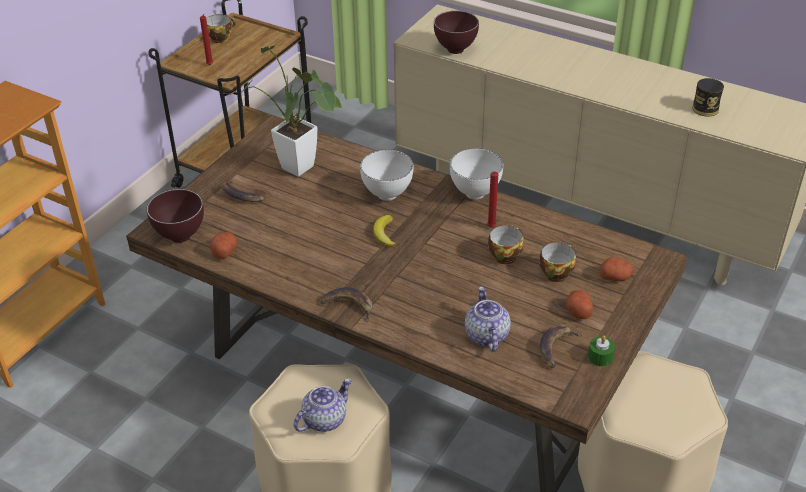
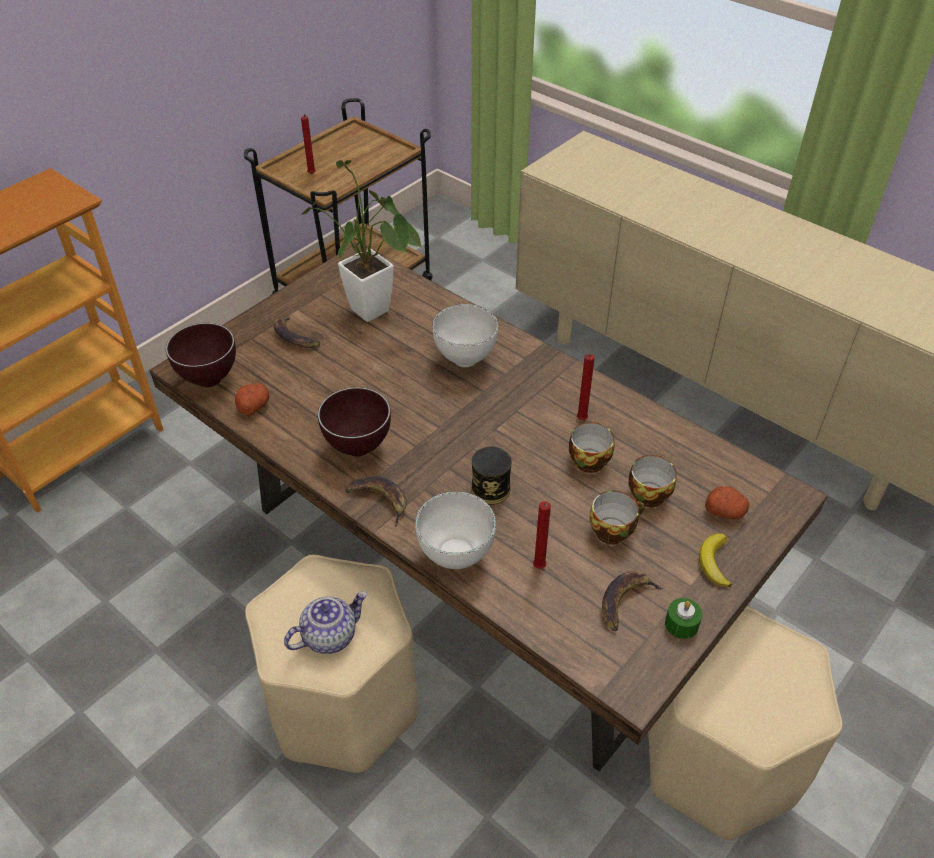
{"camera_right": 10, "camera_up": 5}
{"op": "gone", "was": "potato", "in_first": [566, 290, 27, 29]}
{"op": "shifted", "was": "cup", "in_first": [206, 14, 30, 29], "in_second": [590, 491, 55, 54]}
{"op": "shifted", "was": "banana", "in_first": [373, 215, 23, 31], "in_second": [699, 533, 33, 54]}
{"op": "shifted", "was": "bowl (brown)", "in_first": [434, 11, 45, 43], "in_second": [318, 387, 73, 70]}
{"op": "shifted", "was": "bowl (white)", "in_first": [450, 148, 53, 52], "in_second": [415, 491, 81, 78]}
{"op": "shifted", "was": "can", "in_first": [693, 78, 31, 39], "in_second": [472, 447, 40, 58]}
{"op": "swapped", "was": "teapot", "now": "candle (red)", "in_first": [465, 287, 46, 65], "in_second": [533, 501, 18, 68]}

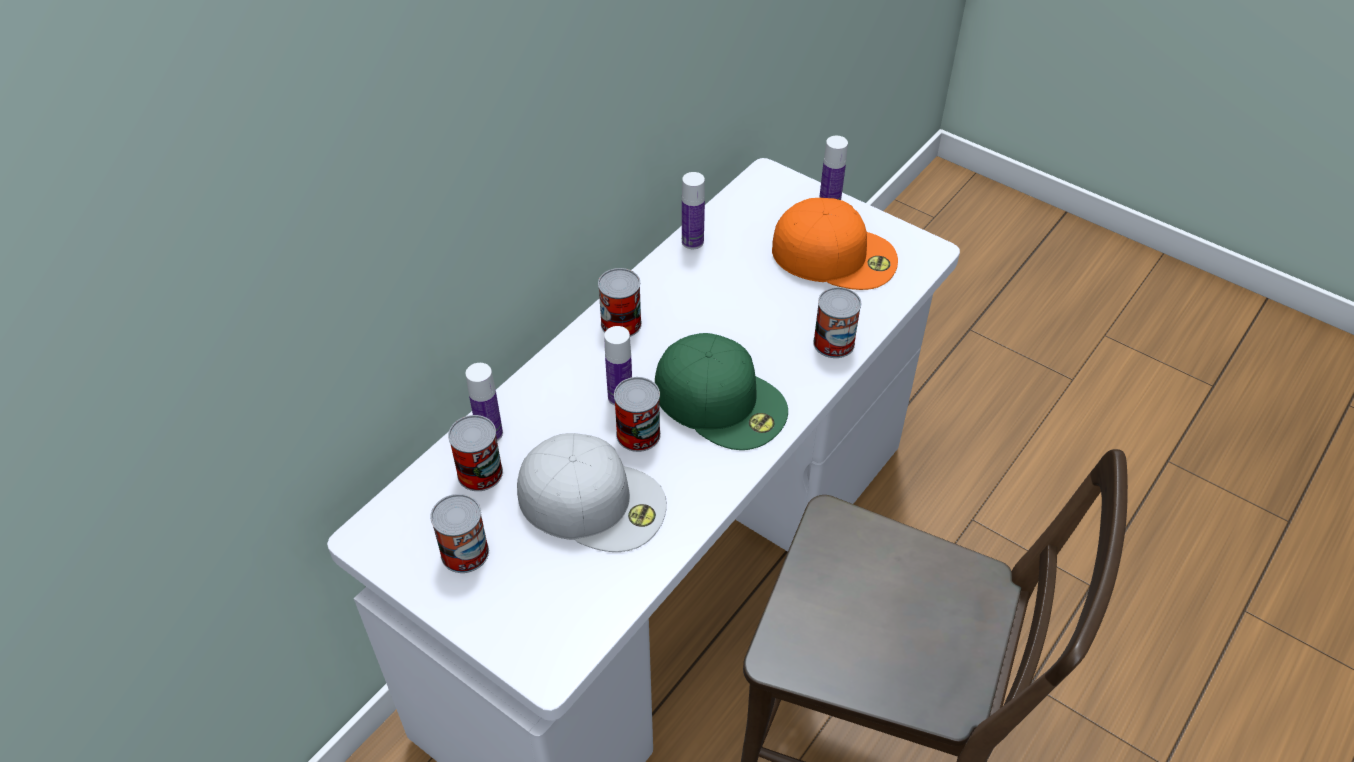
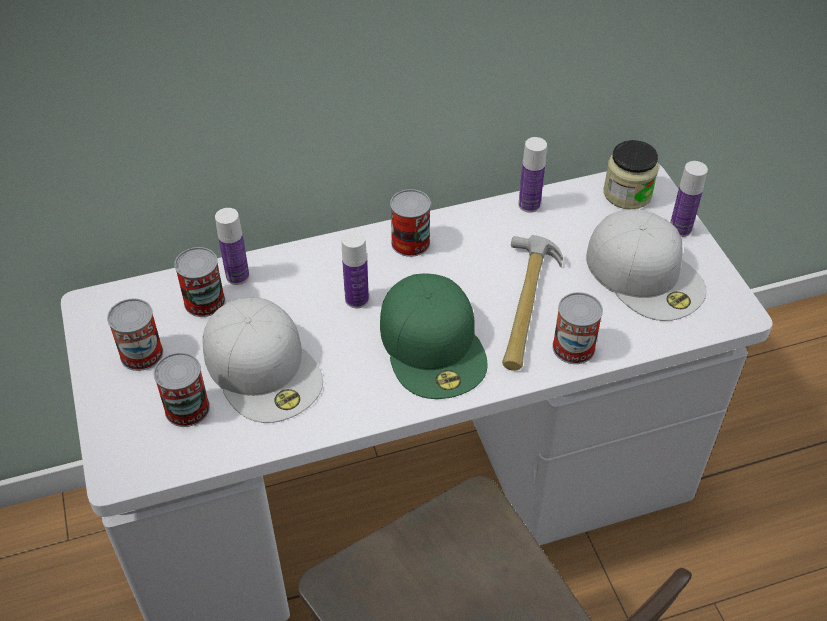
{"camera_right": 35, "camera_up": 0}
{"op": "new", "now": "hammer", "in_second": [502, 235, 61, 136]}
{"op": "new", "now": "jar", "in_second": [604, 140, 55, 69]}
{"op": "shifted", "was": "can", "in_first": [614, 377, 47, 75], "in_second": [154, 352, 56, 75]}
{"op": "repainted", "was": "cap (orange)", "now": "cap (white)", "in_first": [772, 198, 126, 92], "in_second": [586, 209, 120, 112]}

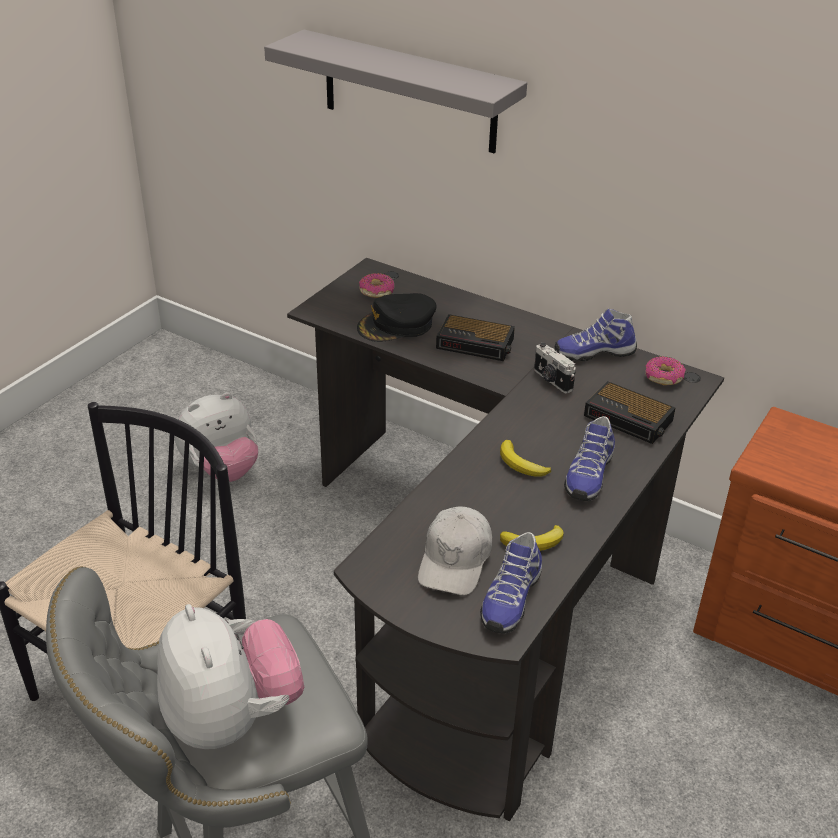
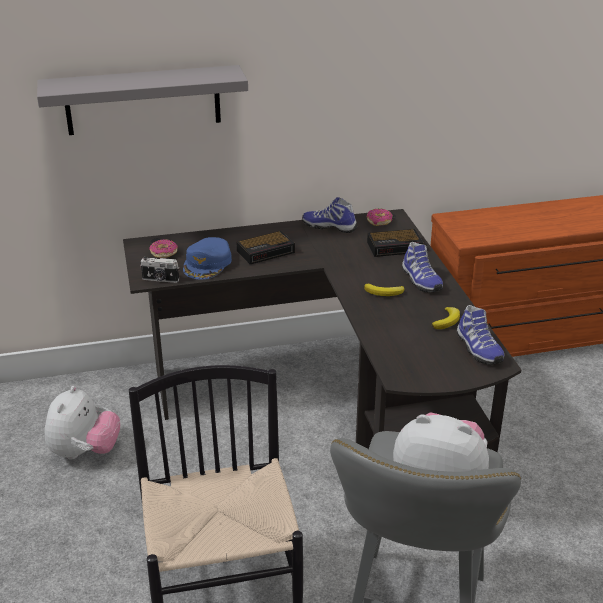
{"camera_right": -45, "camera_up": -5}
{"op": "gone", "was": "cap (white)", "in_first": [418, 506, 74, 89]}
{"op": "shifted", "was": "photo camera", "in_first": [534, 342, 42, 51], "in_second": [140, 257, 39, 26]}
{"op": "repainted", "was": "cap (black)", "now": "cap (blue)", "in_first": [357, 293, 79, 49], "in_second": [183, 237, 49, 43]}
{"op": "rotated", "was": "shoe", "in_first": [555, 309, 82, 52], "in_second": [302, 197, 55, 36], "clockwise": 75}

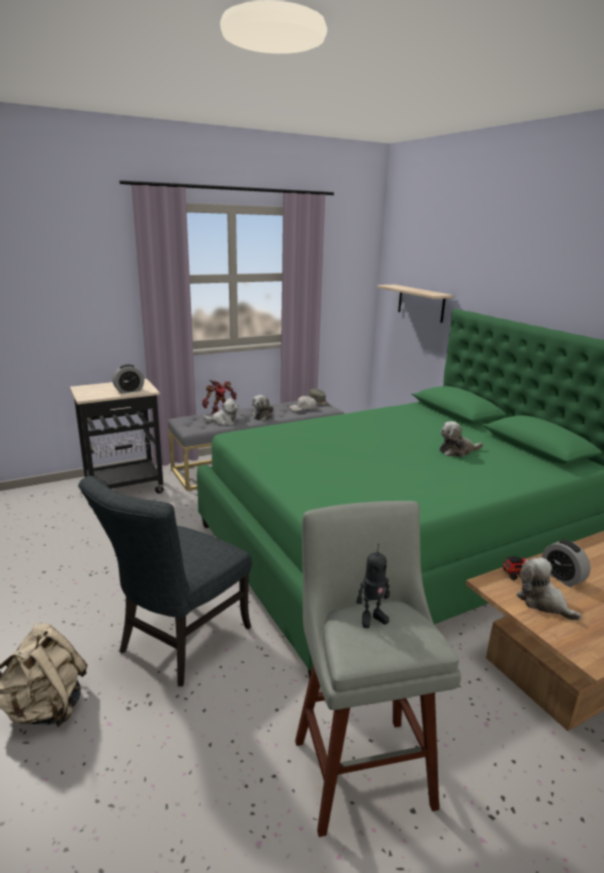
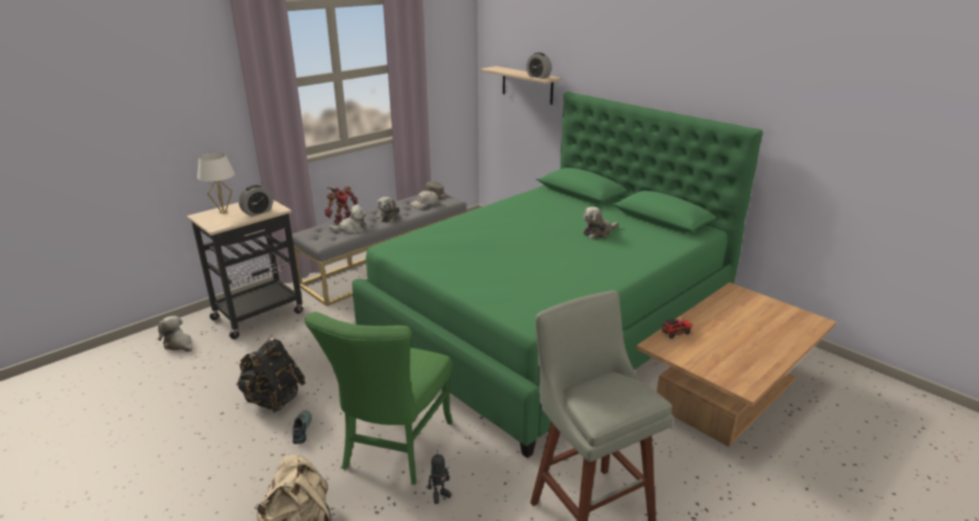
{"camera_right": -15, "camera_up": 5}
{"op": "new", "now": "table lamp (white)", "in_second": [197, 153, 38, 61]}
{"op": "new", "now": "backpack (black)", "in_second": [237, 337, 68, 76]}
{"op": "new", "now": "shoe", "in_second": [292, 410, 20, 34]}
{"op": "shifted", "was": "toy robot", "in_first": [357, 544, 33, 84], "in_second": [428, 450, 24, 54]}
{"op": "shifted", "was": "plush toy", "in_first": [516, 557, 66, 64], "in_second": [158, 316, 34, 36]}
{"op": "shifted", "was": "alarm clock", "in_first": [542, 540, 49, 47], "in_second": [526, 52, 26, 27]}
{"op": "repainted", "was": "chair (grey)", "now": "chair (green)", "in_first": [78, 476, 174, 211], "in_second": [304, 312, 149, 173]}

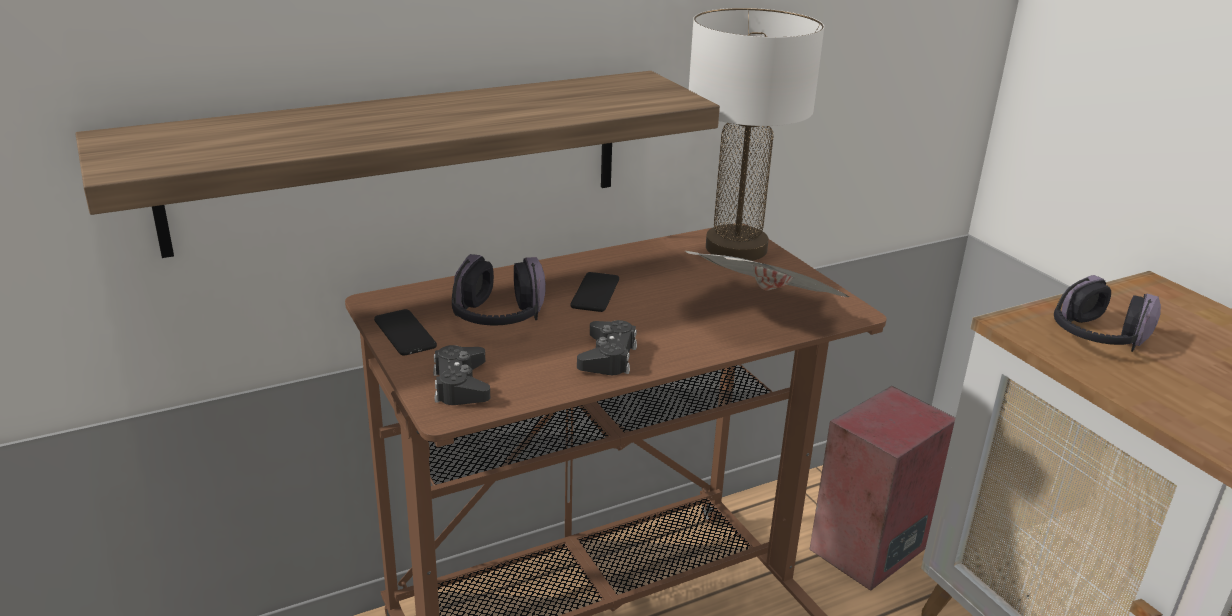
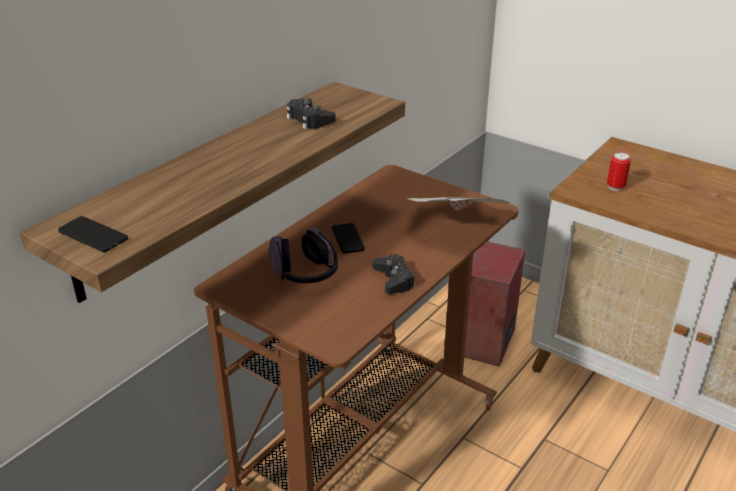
{"camera_right": -25, "camera_up": 5}
{"op": "gone", "was": "table lamp", "in_first": [689, 8, 135, 253]}
{"op": "shifted", "was": "phone", "in_first": [374, 309, 63, 47], "in_second": [58, 216, 70, 36]}
{"op": "shifted", "was": "game controller (black)", "in_first": [433, 345, 57, 60], "in_second": [287, 98, 49, 32]}
{"op": "swapped", "was": "headphones", "now": "can", "in_first": [1054, 275, 107, 77], "in_second": [607, 152, 24, 39]}

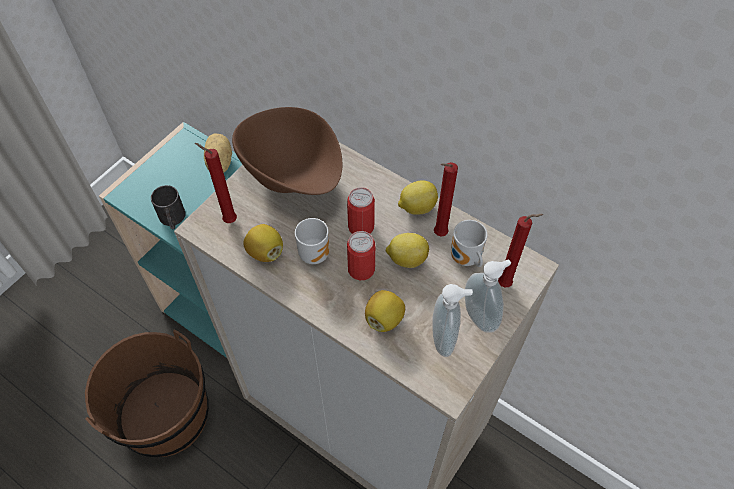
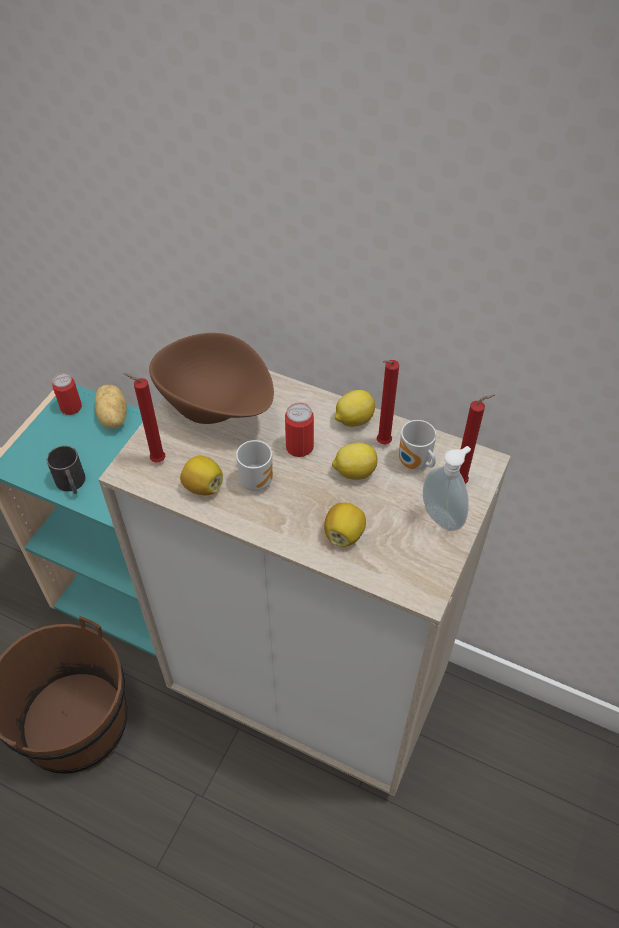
{"camera_right": -10, "camera_up": -5}
{"op": "gone", "was": "soap dispenser", "in_first": [432, 284, 41, 73]}
{"op": "shifted", "was": "can", "in_first": [347, 231, 28, 49], "in_second": [52, 373, 30, 42]}

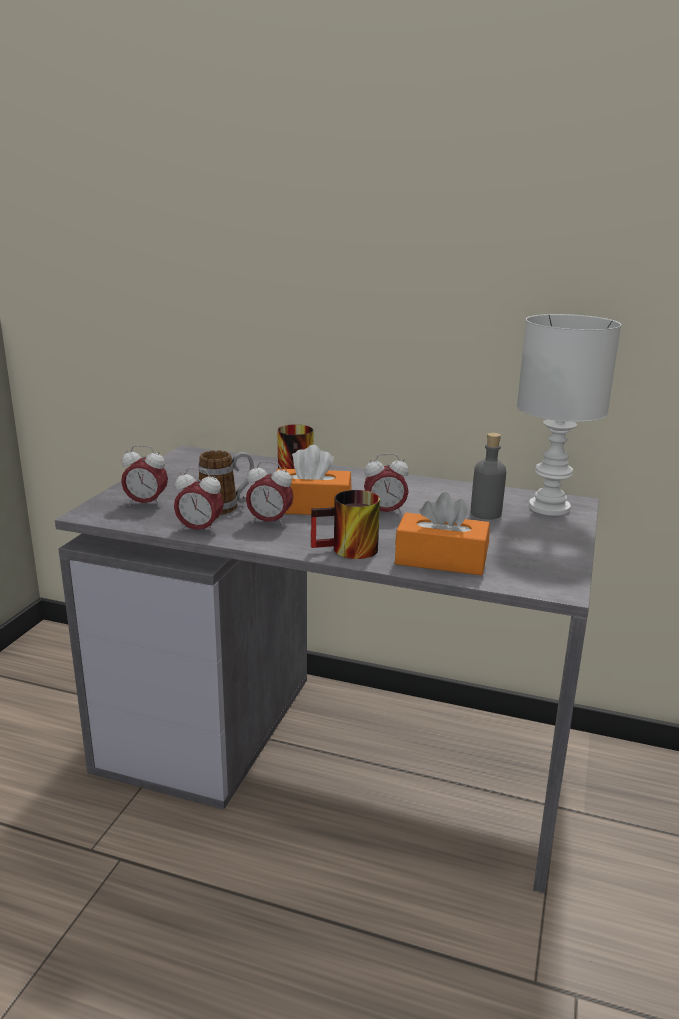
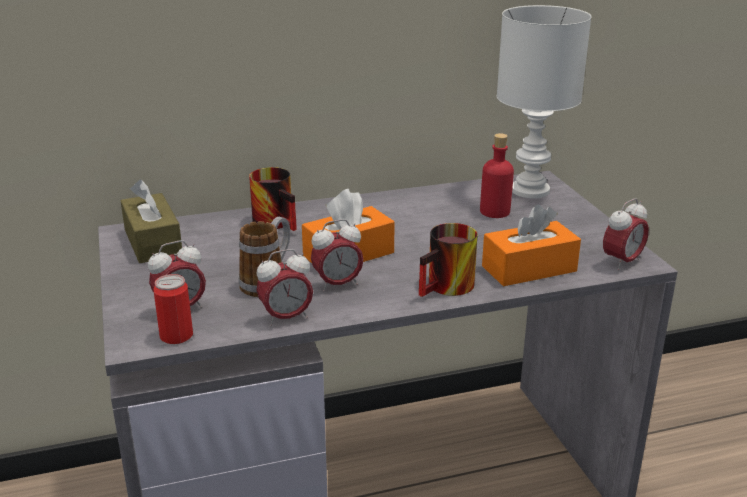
{"camera_right": -35, "camera_up": 5}
{"op": "new", "now": "tissue box (brown)", "in_second": [121, 180, 61, 83]}
{"op": "new", "now": "can", "in_second": [154, 274, 39, 70]}
{"op": "shifted", "was": "alarm clock", "in_first": [364, 454, 45, 61], "in_second": [603, 198, 46, 73]}
{"op": "repainted", "was": "bottle (grey)", "now": "bottle (red)", "in_first": [471, 433, 35, 87], "in_second": [480, 133, 34, 85]}

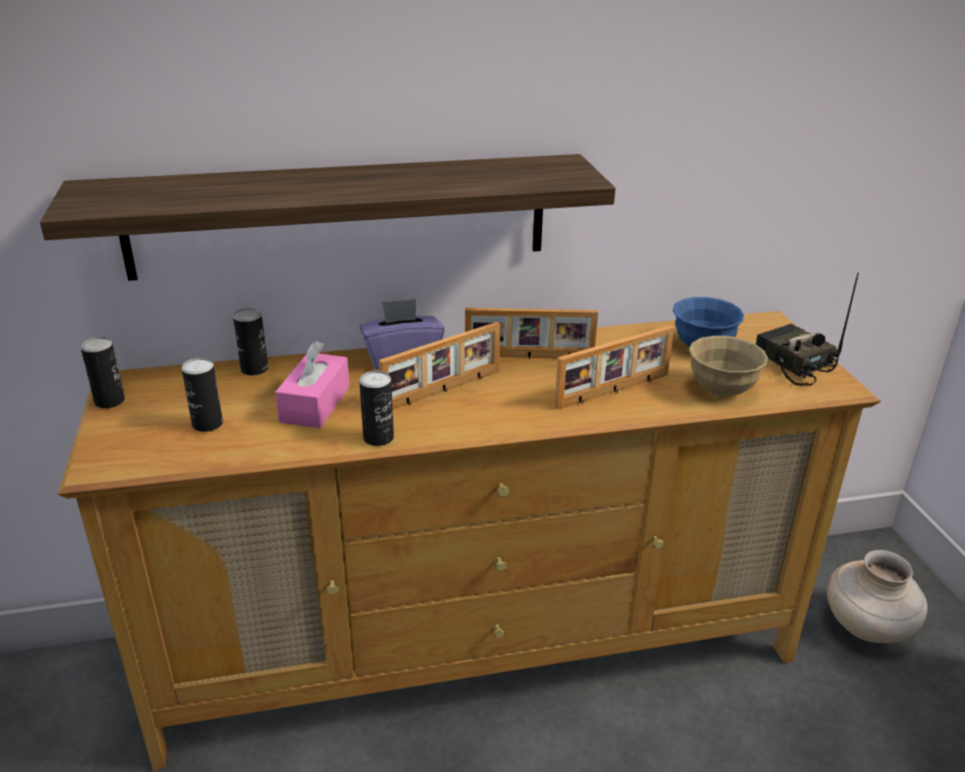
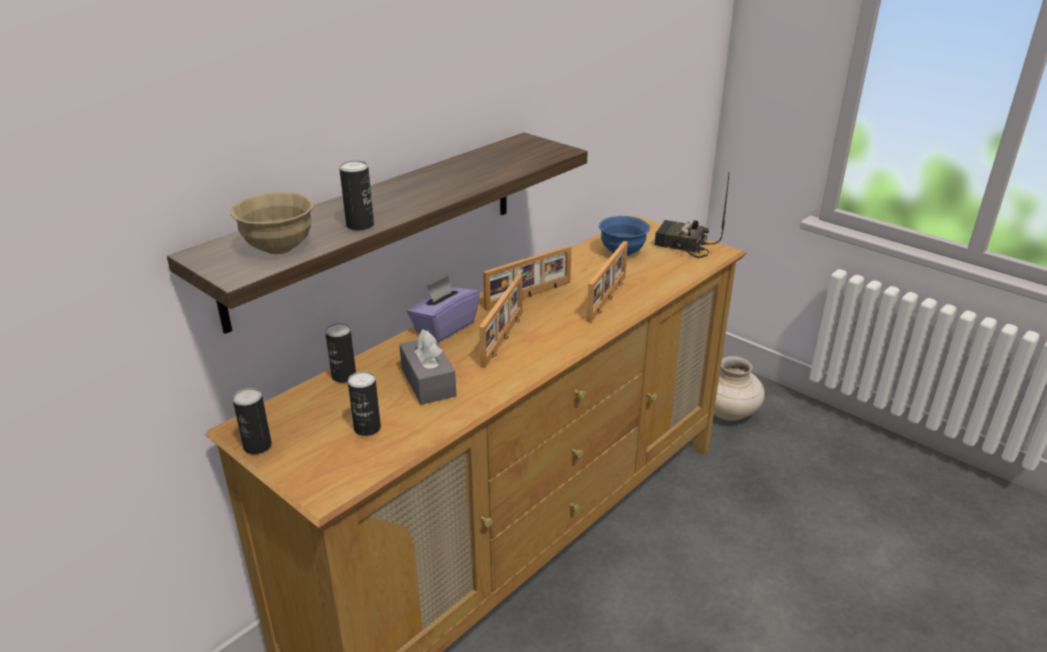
{"camera_right": -35, "camera_up": 0}
{"op": "shifted", "was": "can", "in_first": [359, 371, 35, 75], "in_second": [339, 160, 35, 71]}
{"op": "shifted", "was": "bowl (beige)", "in_first": [689, 336, 79, 61], "in_second": [230, 192, 84, 62]}
{"op": "repainted", "was": "tissue box (pink)", "now": "tissue box (grey)", "in_first": [275, 341, 75, 87], "in_second": [399, 329, 57, 76]}

